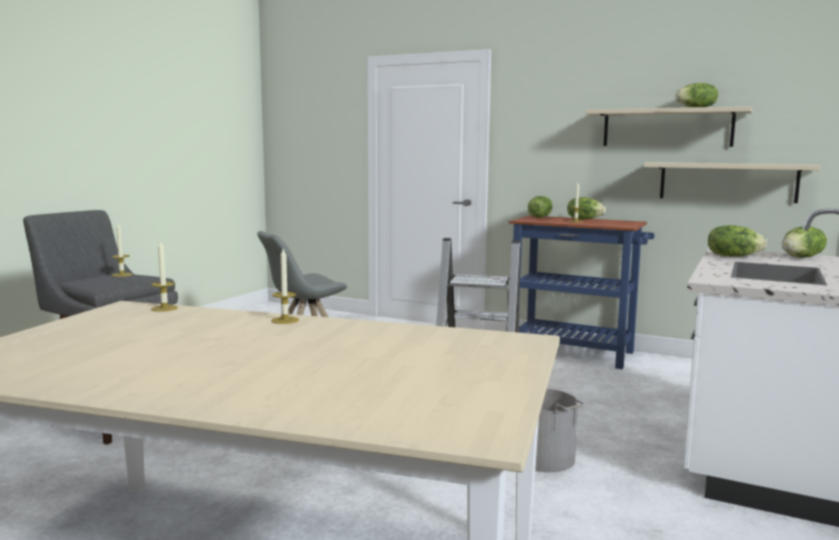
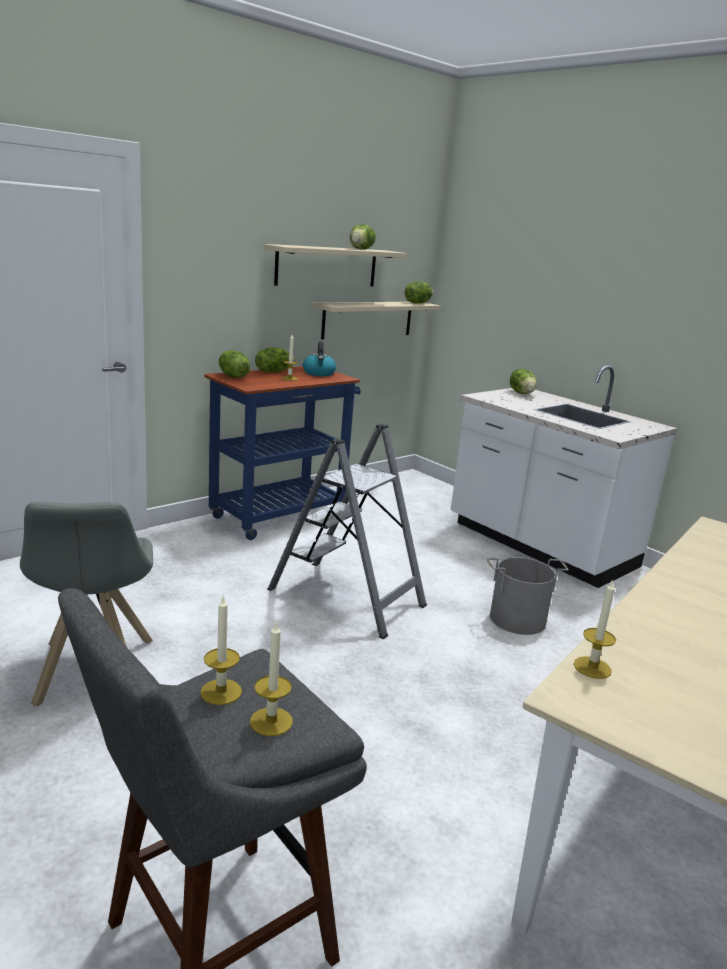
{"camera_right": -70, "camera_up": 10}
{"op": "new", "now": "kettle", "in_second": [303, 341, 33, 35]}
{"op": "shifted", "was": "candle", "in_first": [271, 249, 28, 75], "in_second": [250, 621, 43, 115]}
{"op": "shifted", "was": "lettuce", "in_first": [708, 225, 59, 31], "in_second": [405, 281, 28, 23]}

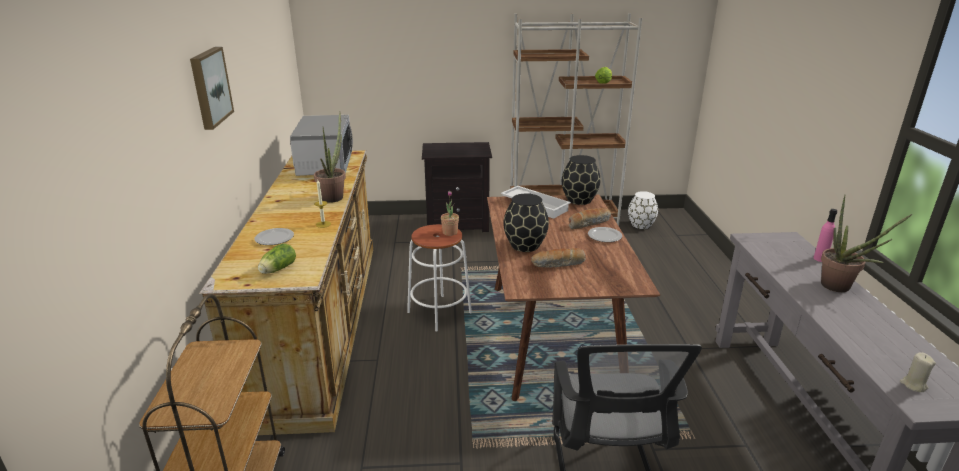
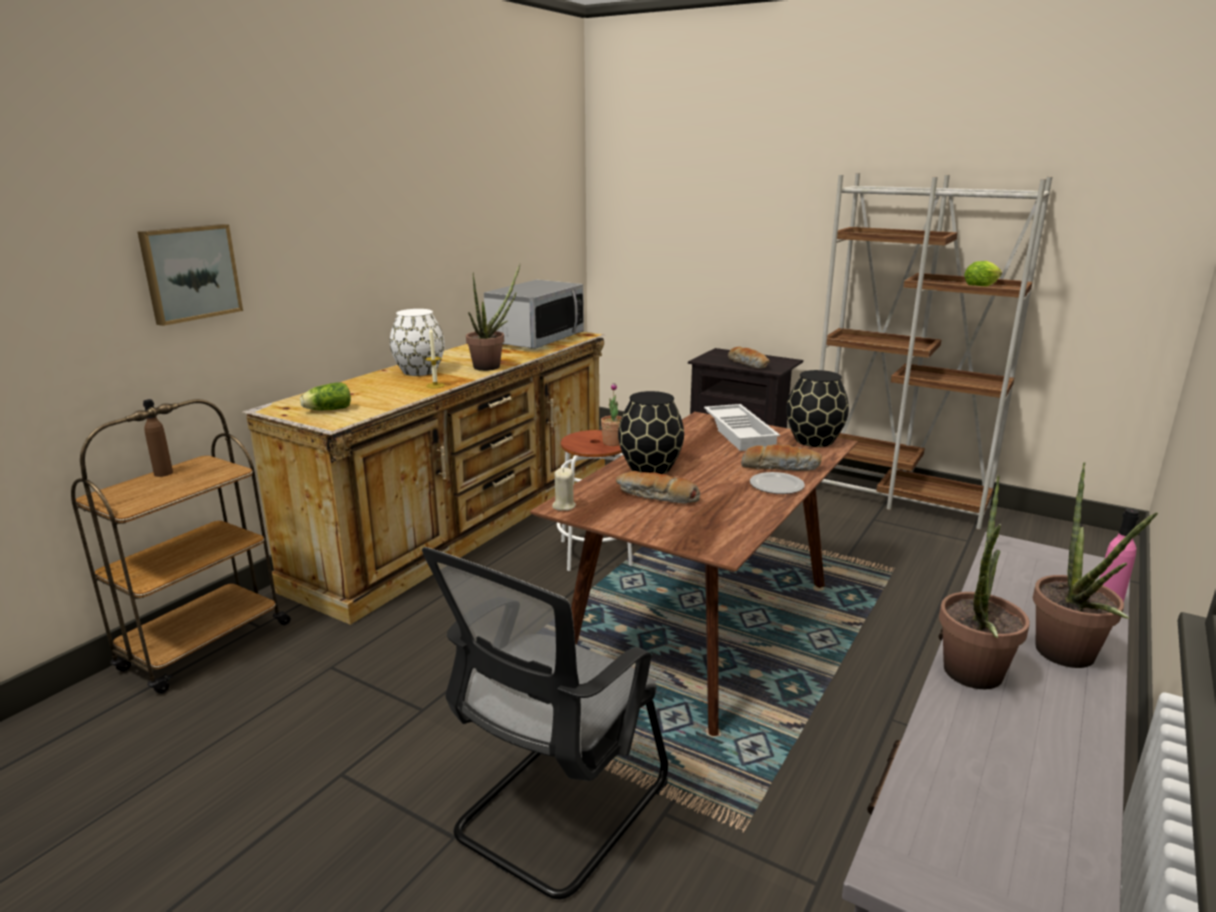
{"camera_right": 35, "camera_up": -5}
{"op": "gone", "was": "plate", "in_first": [254, 228, 40, 17]}
{"op": "new", "now": "bottle (brown)", "in_second": [143, 399, 30, 78]}
{"op": "new", "now": "bread", "in_second": [728, 347, 42, 22]}
{"op": "new", "now": "potted plant", "in_second": [939, 476, 91, 213]}
{"op": "shifted", "was": "picture", "in_first": [190, 47, 44, 83], "in_second": [138, 224, 105, 102]}
{"op": "shifted", "was": "vase (white)", "in_first": [628, 191, 30, 38], "in_second": [390, 309, 55, 67]}
{"op": "shifted", "was": "candle (beige)", "in_first": [900, 353, 36, 39], "in_second": [552, 468, 24, 43]}

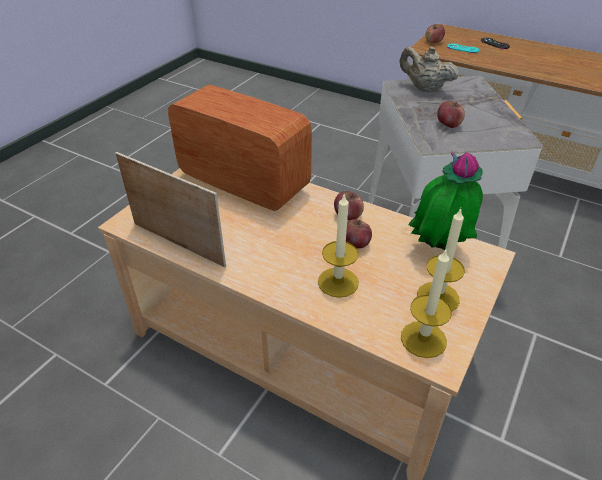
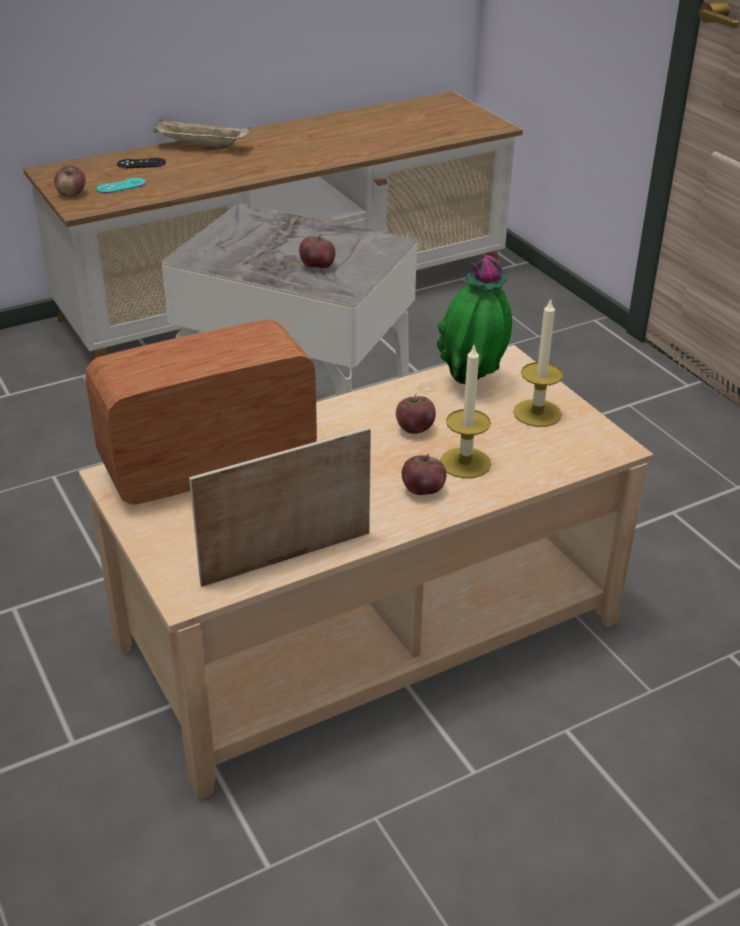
{"camera_right": -60, "camera_up": -5}
{"op": "gone", "was": "teapot (beige)", "in_first": [400, 46, 59, 47]}
{"op": "gone", "was": "candle", "in_first": [401, 248, 51, 110]}
{"op": "new", "now": "tray (beige)", "in_second": [153, 119, 97, 31]}
{"op": "shifted", "was": "apple", "in_first": [334, 191, 30, 29], "in_second": [402, 454, 44, 41]}

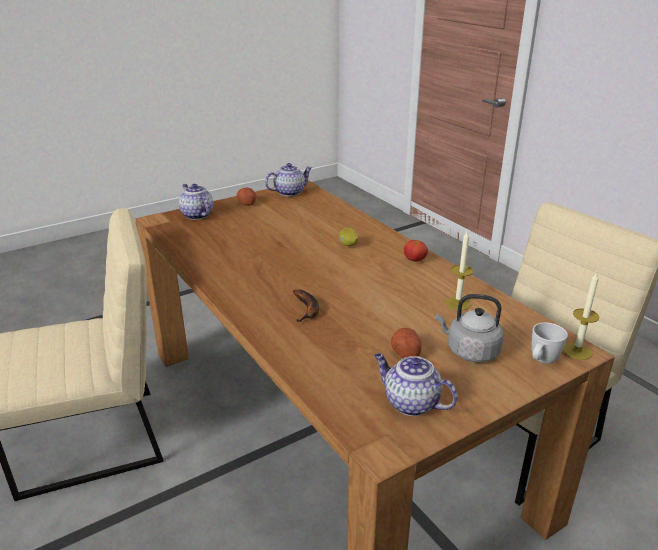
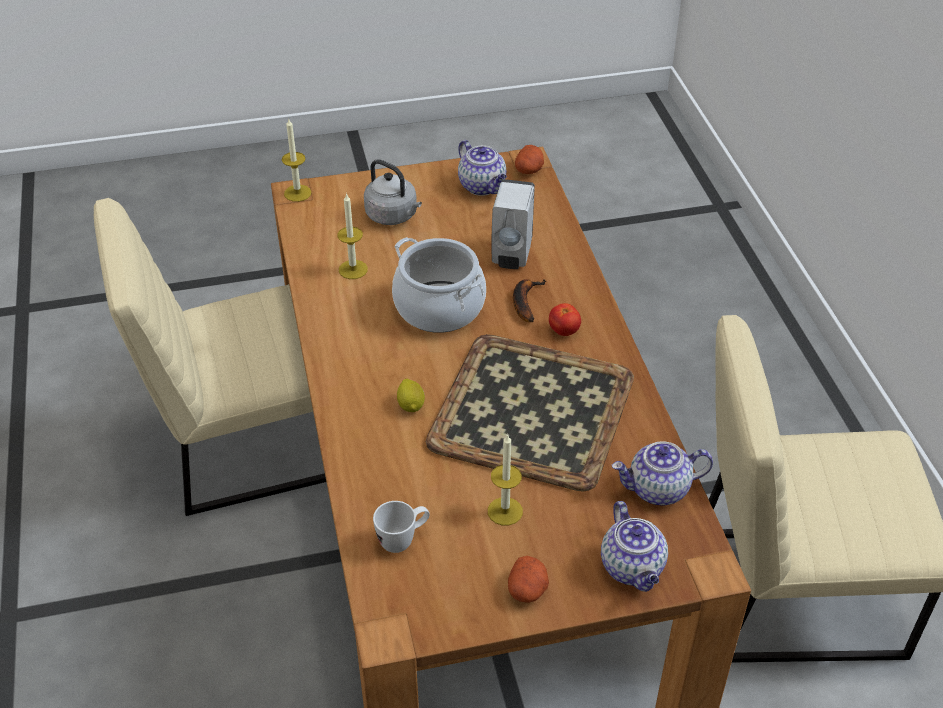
{"camera_right": -160, "camera_up": 15}
{"op": "new", "now": "cooking pot", "in_second": [392, 237, 94, 96]}
{"op": "new", "now": "tray", "in_second": [426, 334, 208, 158]}
{"op": "new", "now": "candle", "in_second": [488, 434, 35, 92]}
{"op": "new", "now": "soap dispenser (white)", "in_second": [492, 179, 43, 90]}
{"op": "shifted", "was": "teapot", "in_first": [265, 163, 48, 33], "in_second": [612, 441, 101, 64]}
{"op": "shifted", "was": "potato", "in_first": [391, 328, 30, 30], "in_second": [515, 145, 29, 29]}
{"op": "shifted", "was": "tomato", "in_first": [404, 240, 24, 22], "in_second": [549, 303, 32, 33]}
{"op": "shifted", "was": "mug (white)", "in_first": [532, 322, 36, 42], "in_second": [373, 501, 57, 52]}

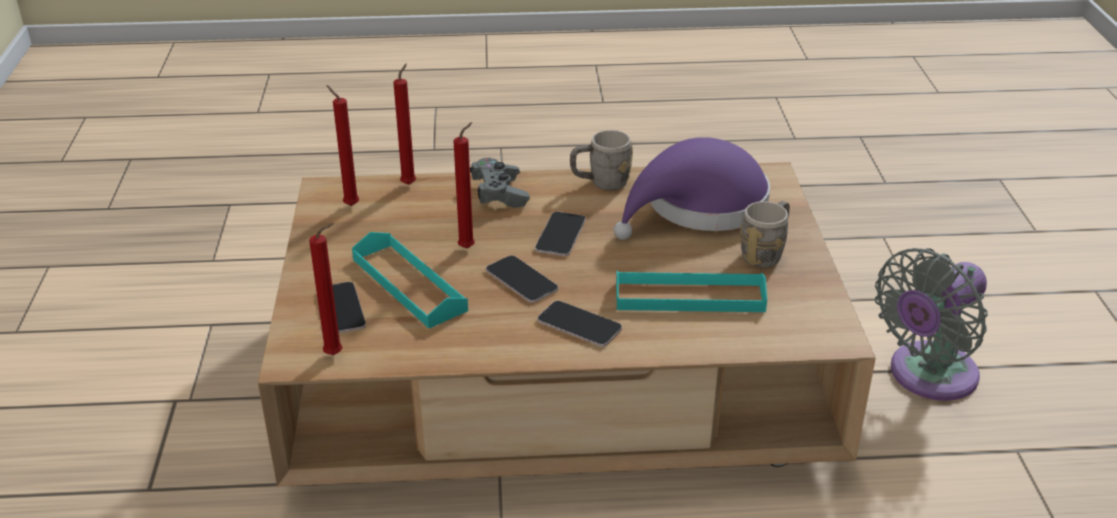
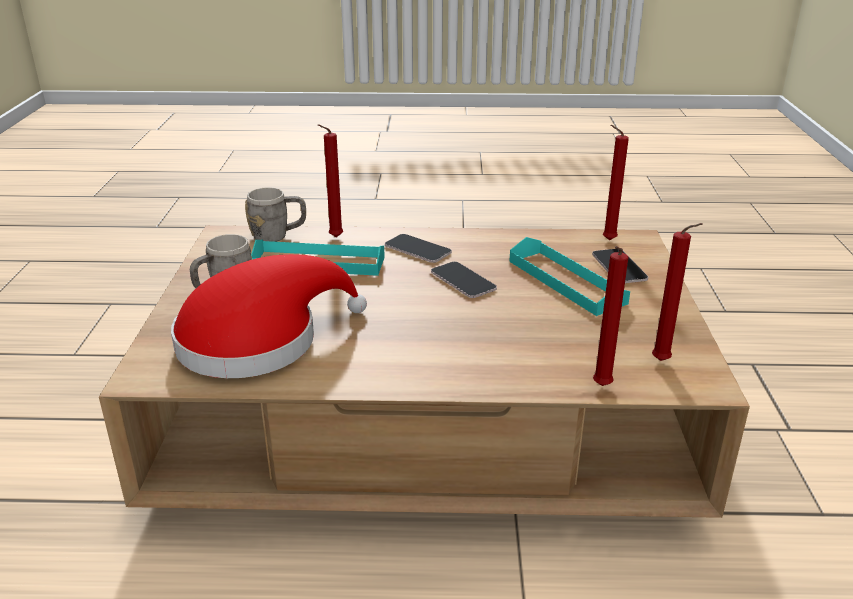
{"camera_right": -175, "camera_up": -5}
{"op": "gone", "was": "game controller (grey)", "in_first": [470, 158, 60, 50]}
{"op": "gone", "was": "phone", "in_first": [535, 212, 51, 44]}
{"op": "gone", "was": "fan (grey)", "in_first": [875, 248, 113, 153]}
{"op": "shifted", "was": "candle (red)", "in_first": [453, 122, 22, 127], "in_second": [318, 124, 25, 113]}
{"op": "shifted", "was": "mug (grey)", "in_first": [570, 130, 63, 60], "in_second": [245, 187, 61, 55]}
{"op": "repainted", "was": "hat (purple)", "now": "hat (red)", "in_first": [614, 137, 156, 103], "in_second": [171, 254, 196, 124]}

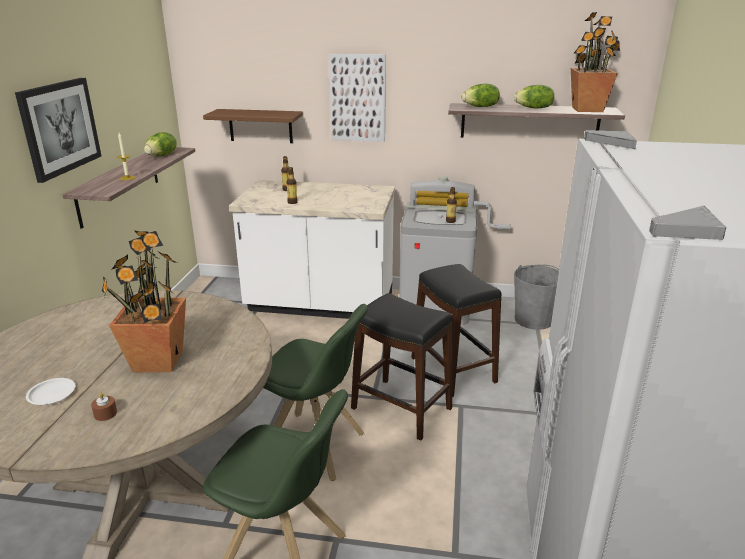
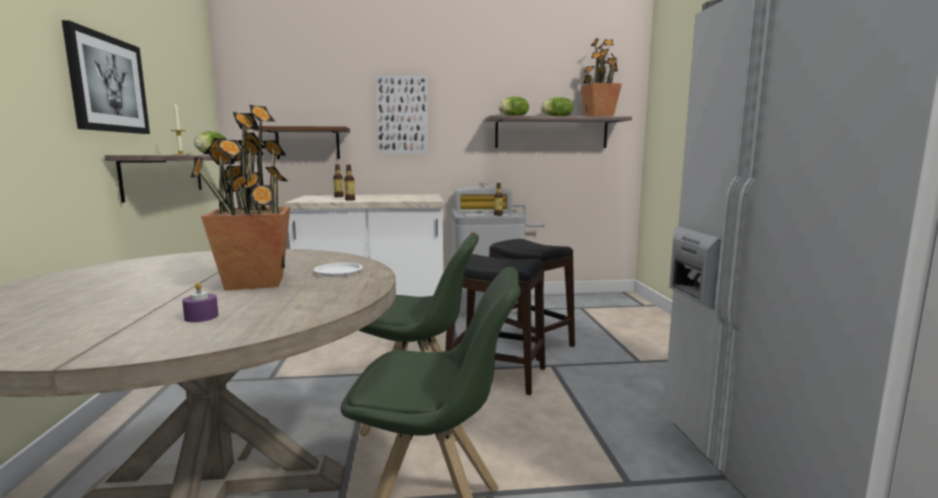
{"camera_right": -15, "camera_up": -15}
{"op": "gone", "was": "bucket (grey)", "in_first": [514, 264, 45, 66]}
{"op": "shifted", "was": "plate (white)", "in_first": [26, 378, 49, 27], "in_second": [314, 263, 49, 13]}
{"op": "repainted", "was": "candle (brown)", "now": "candle (purple)", "in_first": [91, 393, 26, 28], "in_second": [182, 282, 36, 40]}

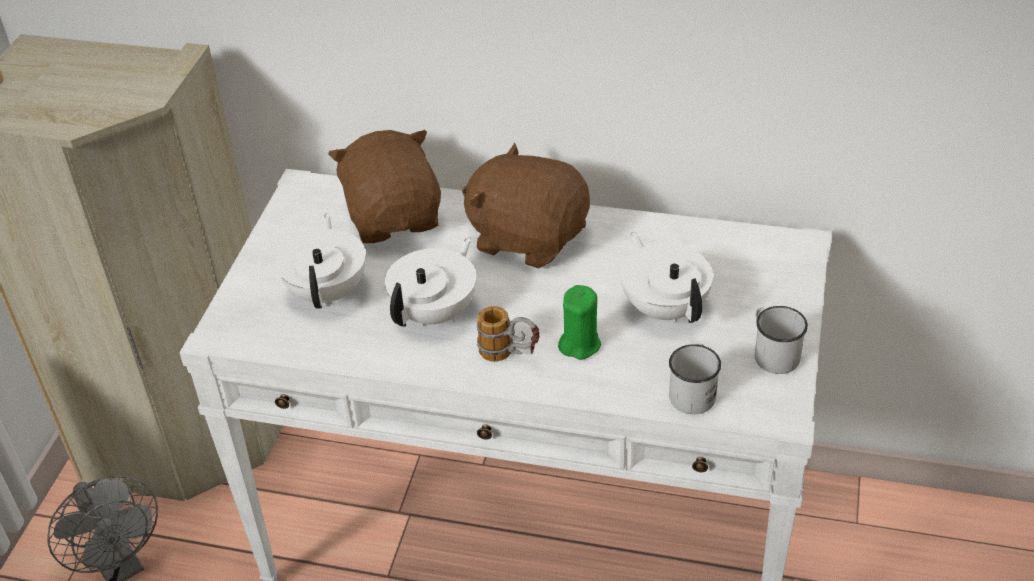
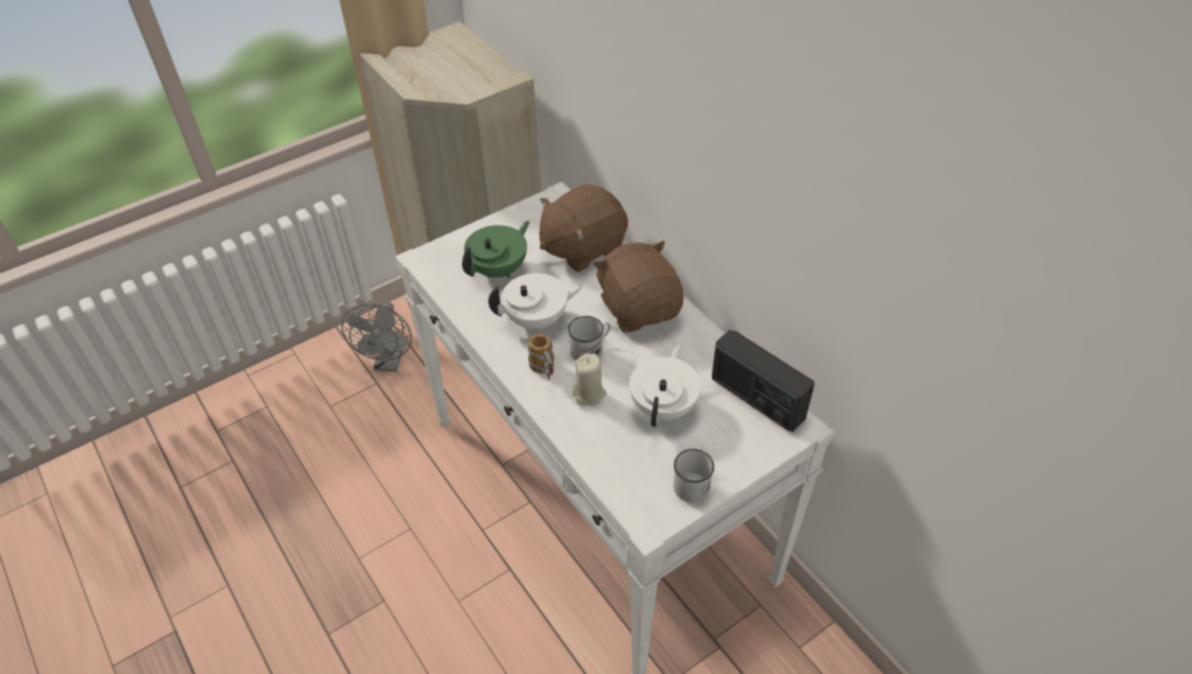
{"camera_right": 40, "camera_up": 5}
{"op": "new", "now": "radio", "in_second": [712, 330, 103, 102]}
{"op": "shifted", "was": "mug (white)", "in_first": [669, 344, 52, 70], "in_second": [568, 316, 43, 45]}
{"op": "repainted", "was": "teapot (white)", "now": "teapot (green)", "in_first": [276, 213, 90, 96], "in_second": [462, 221, 68, 57]}
{"op": "repainted", "was": "candle (green)", "now": "candle (beige)", "in_first": [558, 285, 43, 75], "in_second": [572, 354, 34, 52]}
{"op": "rotated", "was": "plush toy (brown)", "in_first": [328, 130, 113, 113], "in_second": [540, 184, 88, 88], "clockwise": -150}

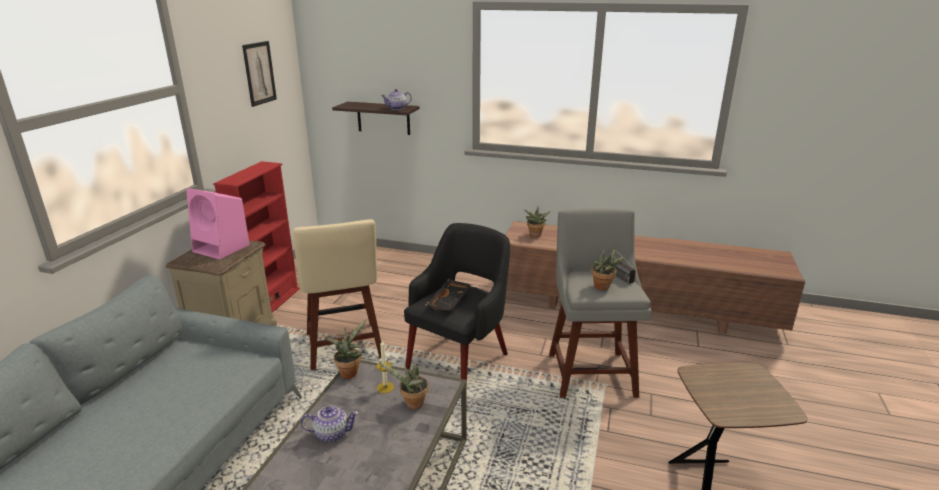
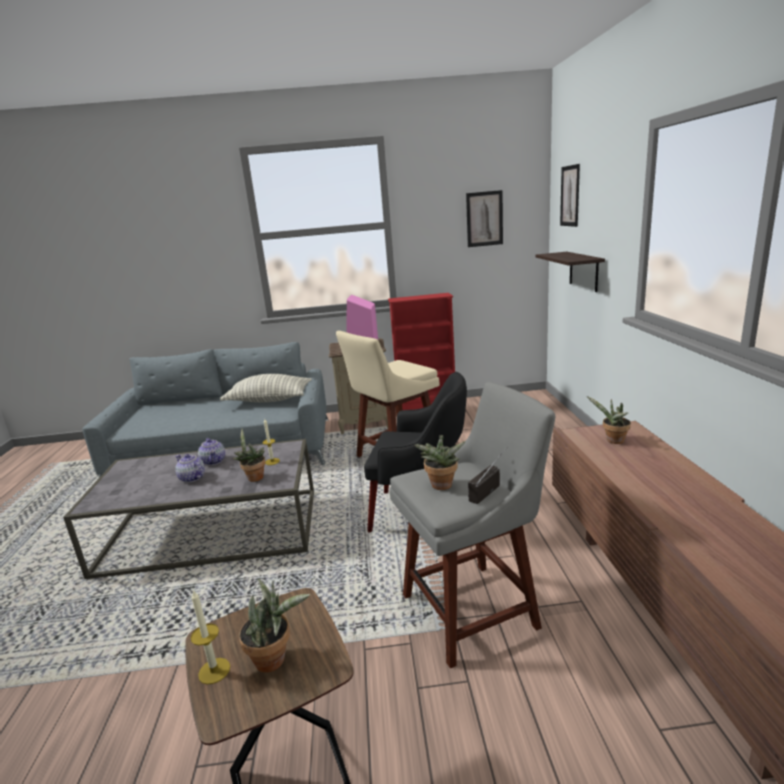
{"camera_right": 70, "camera_up": -5}
{"op": "gone", "was": "tray (black)", "in_first": [426, 279, 45, 32]}
{"op": "new", "now": "candle", "in_second": [191, 590, 39, 95]}
{"op": "new", "now": "pillow", "in_second": [220, 374, 92, 29]}
{"op": "new", "now": "picture", "in_second": [560, 164, 20, 63]}
{"op": "shifted", "was": "potted plant", "in_first": [326, 319, 41, 60], "in_second": [239, 579, 71, 94]}
{"op": "shifted", "was": "teapot", "in_first": [381, 89, 31, 21], "in_second": [175, 454, 30, 29]}

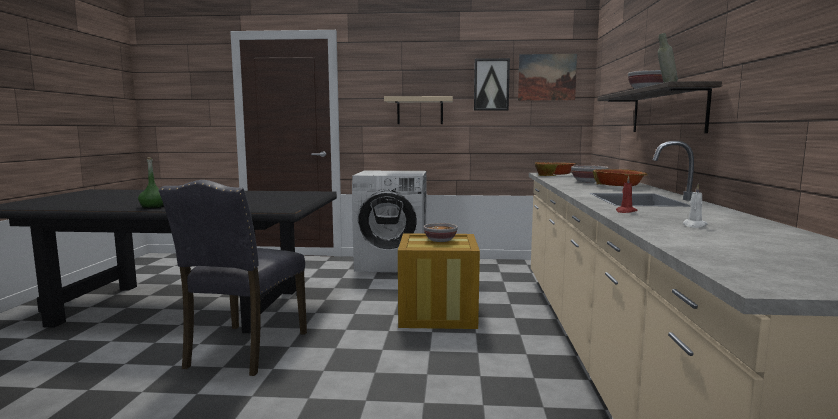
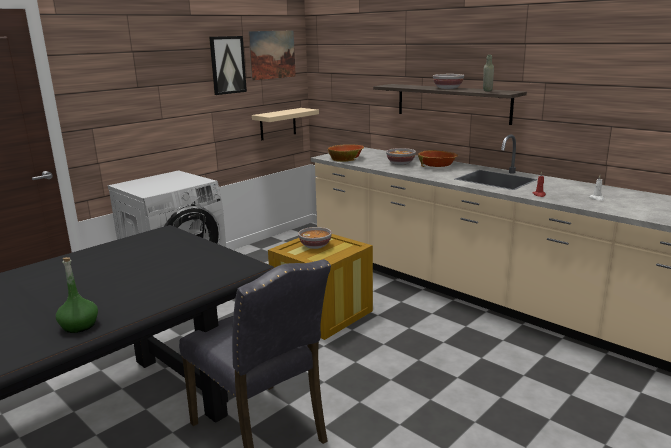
{"camera_right": -50, "camera_up": 10}
{"op": "shifted", "was": "shelf (beige)", "in_first": [384, 96, 69, 28], "in_second": [252, 108, 67, 33]}

